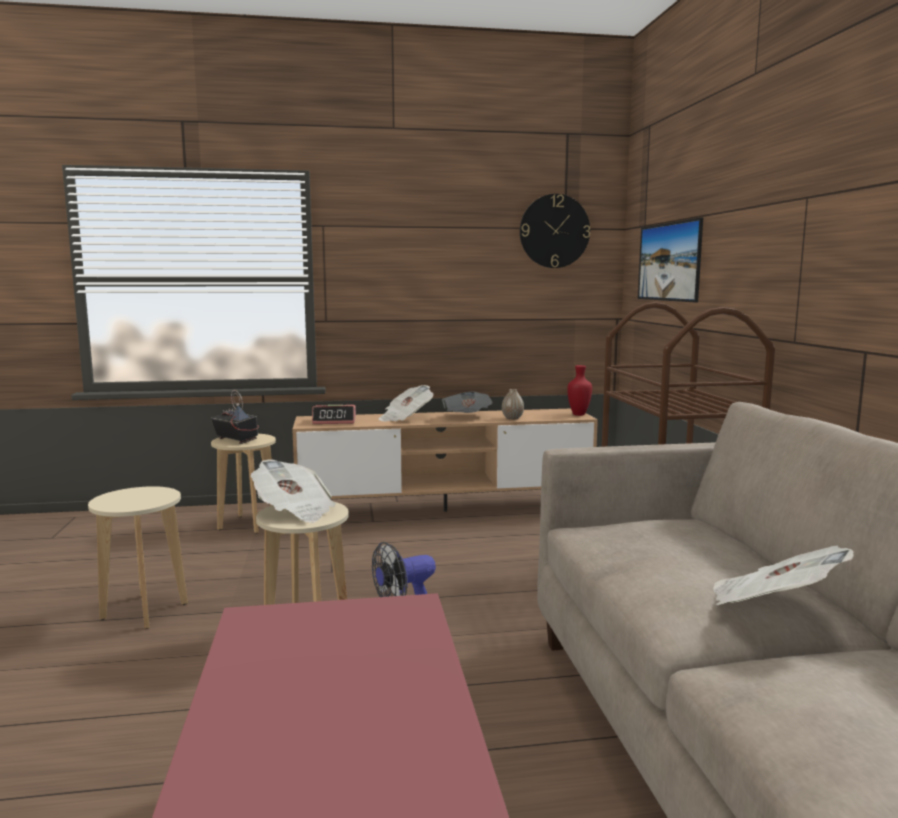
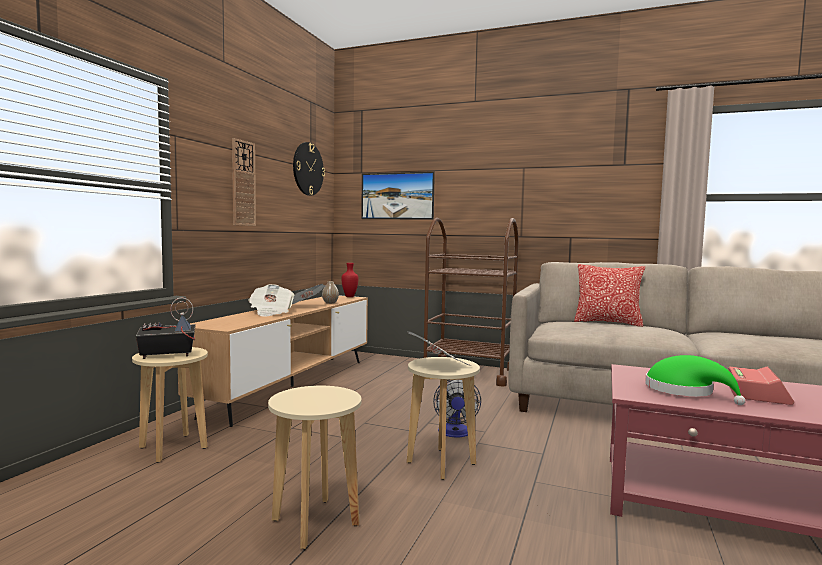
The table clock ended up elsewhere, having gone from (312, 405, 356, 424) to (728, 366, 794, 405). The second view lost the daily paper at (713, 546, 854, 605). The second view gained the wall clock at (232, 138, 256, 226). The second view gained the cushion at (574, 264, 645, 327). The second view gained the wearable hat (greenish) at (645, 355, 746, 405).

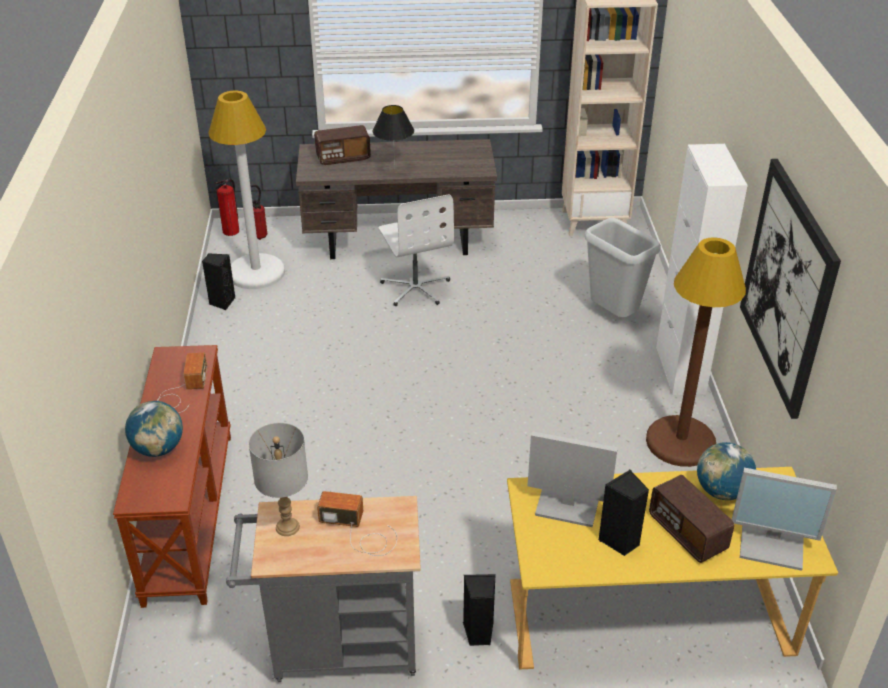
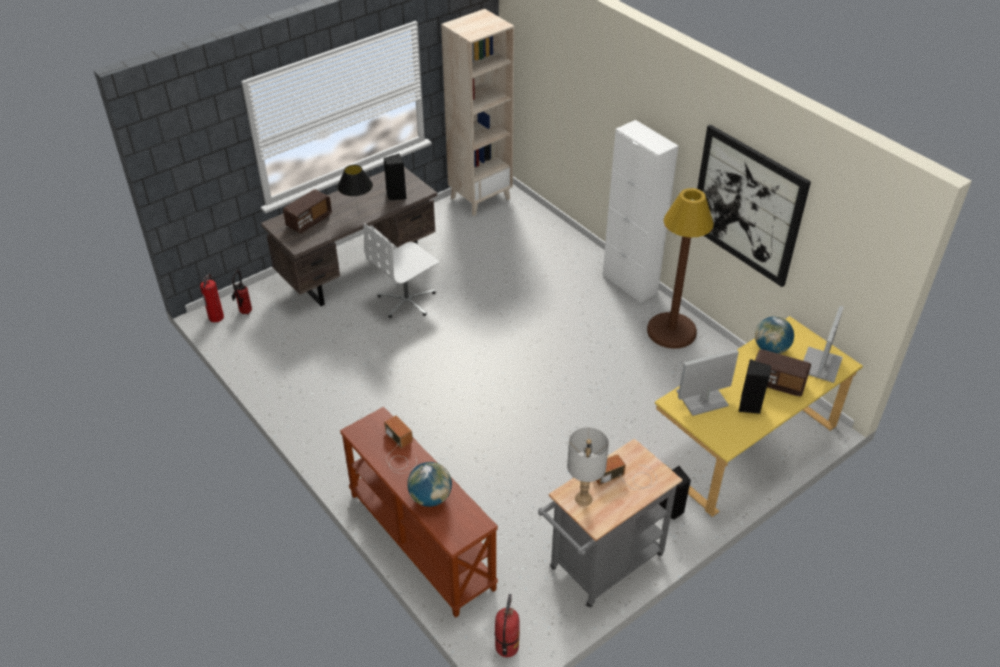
The second view lost the floor lamp (whitish) at (208, 91, 285, 289). The desk chair (whitish) at (378, 194, 454, 306) ended up facing another way, 105 degrees clockwise from before. The second view lost the trash can (gray) at (584, 218, 661, 318). The speaker (blackish) ended up elsewhere, having gone from (202, 253, 236, 310) to (383, 154, 406, 200). The monitor at (732, 468, 837, 571) ended up facing another way, 135 degrees clockwise from before. The second view gained the fire-fighting cylinder at (495, 594, 520, 657).

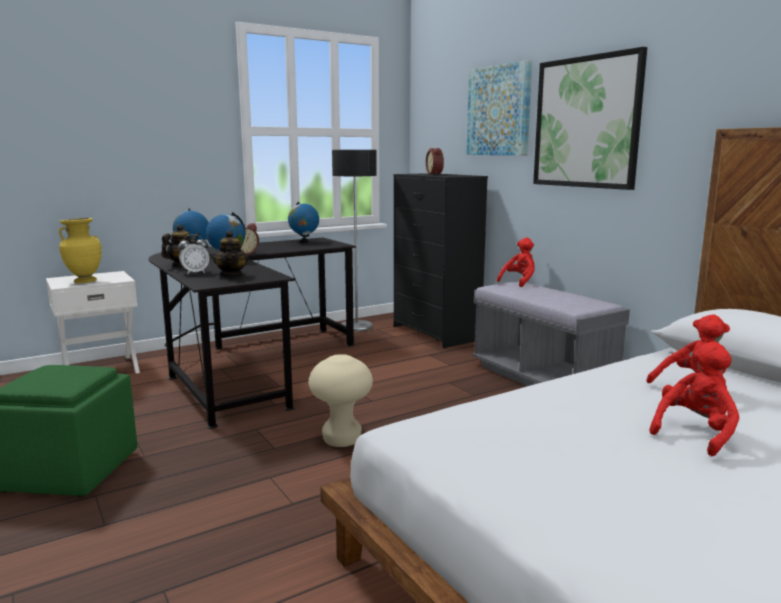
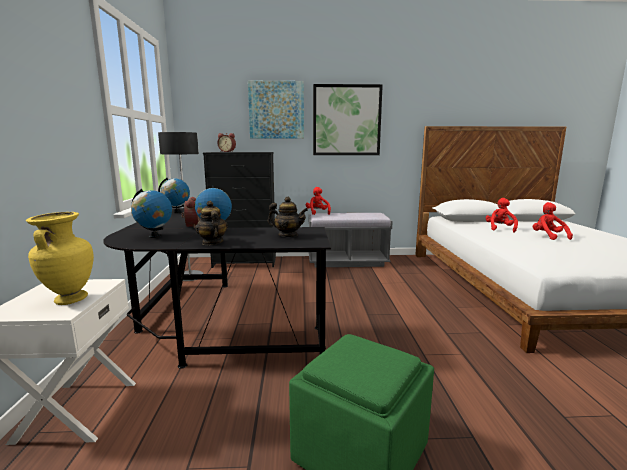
The second view lost the table clock at (178, 234, 209, 275). The second view lost the stool seat (sand-coloured) at (309, 354, 373, 447).

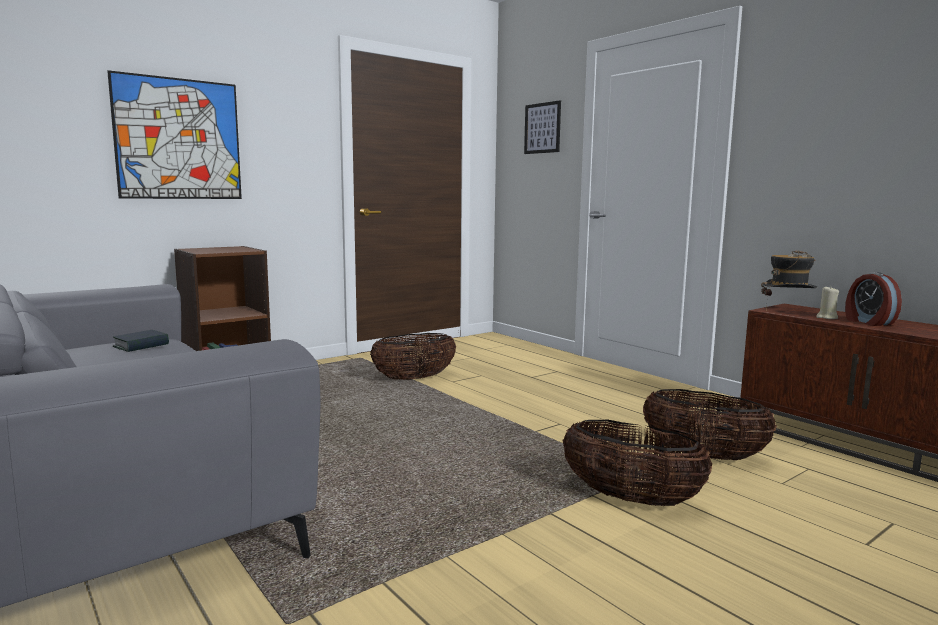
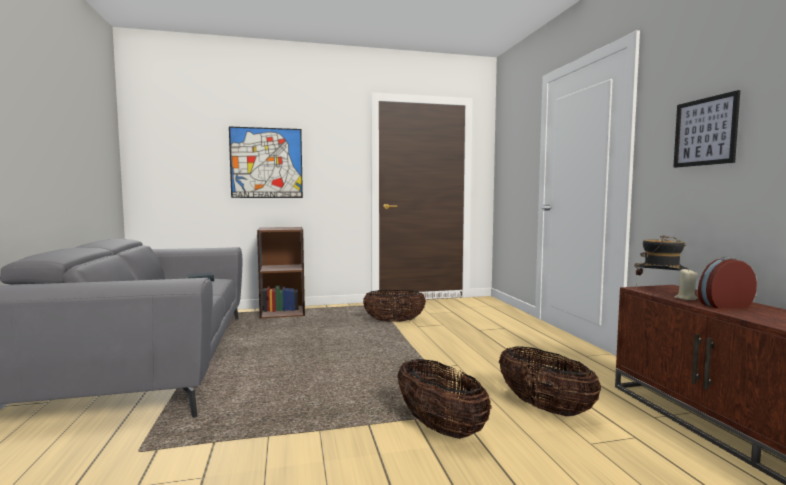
The wall picture ended up elsewhere, having gone from (524, 100, 561, 154) to (673, 90, 740, 168). The table clock at (845, 272, 902, 326) ended up facing another way, 75 degrees clockwise from before.

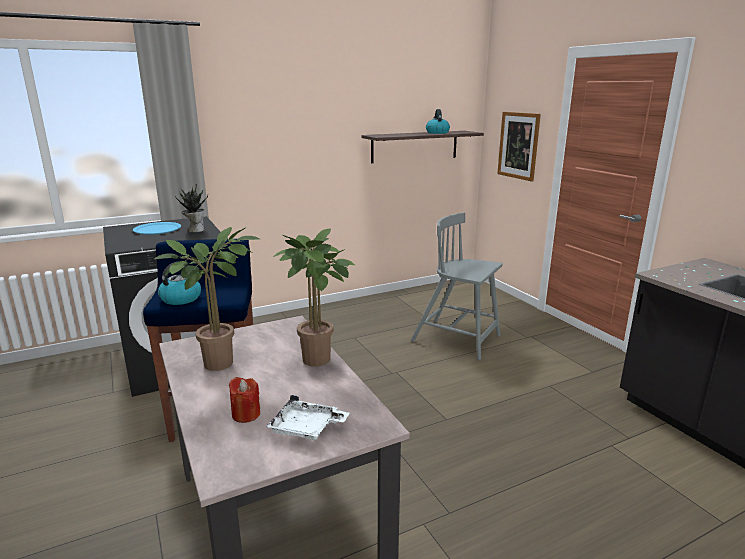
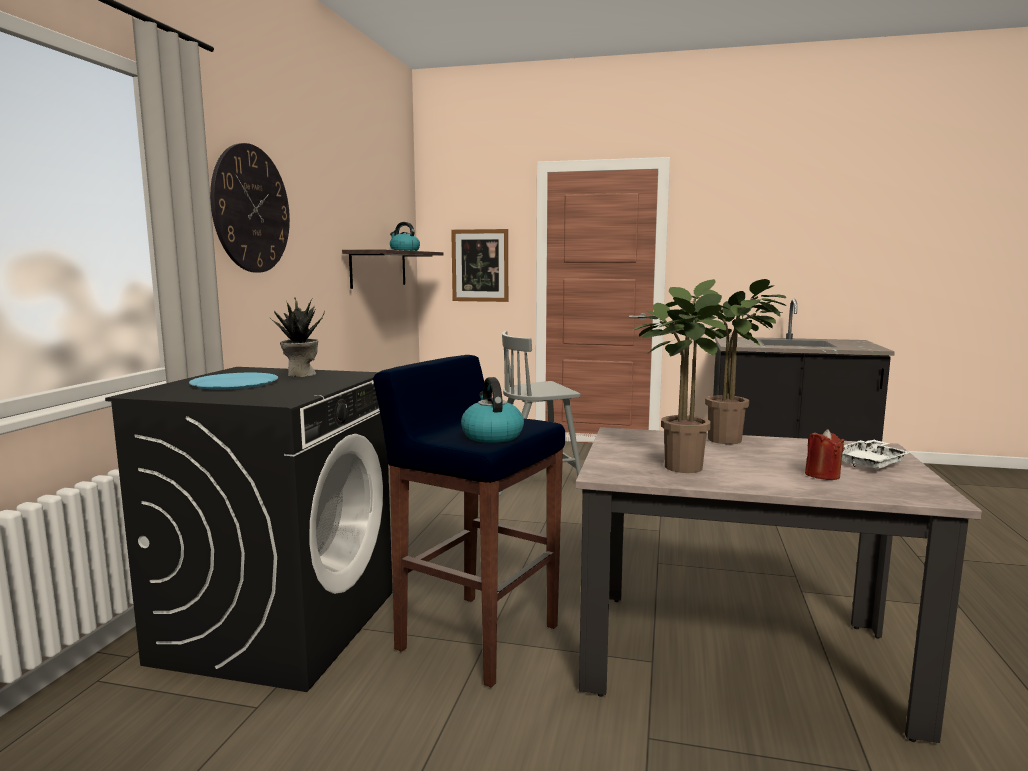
The second view gained the wall clock at (210, 143, 290, 273).

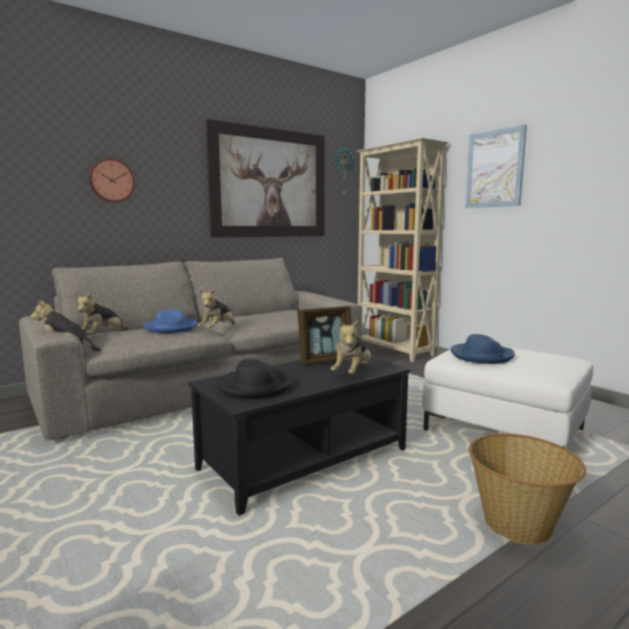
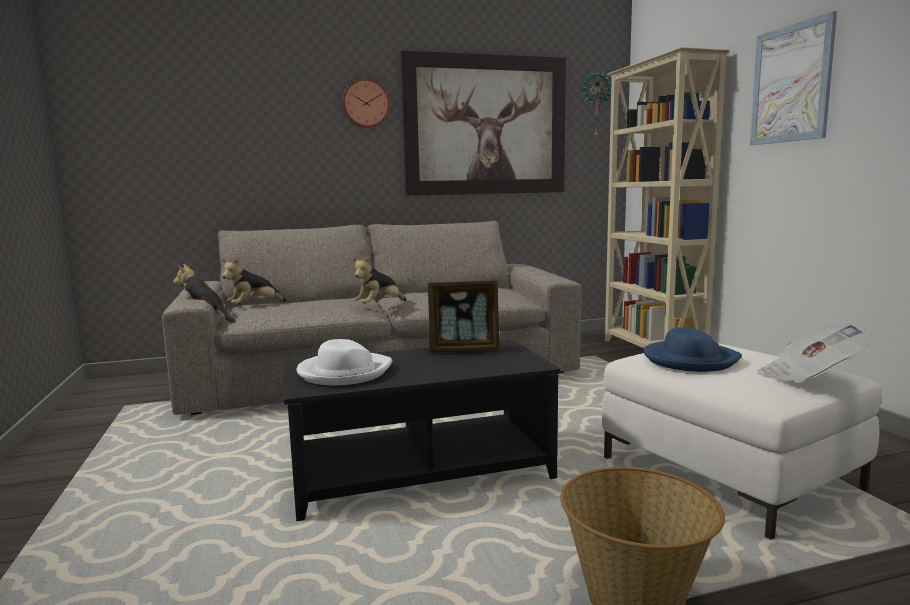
The wall clock ended up elsewhere, having gone from (89, 158, 135, 202) to (342, 78, 390, 128). The second view lost the wearable hat (blue) at (144, 309, 197, 333). The second view lost the soft toy at (331, 320, 371, 374). What was the wearable hat (blackish) at (217, 359, 293, 399) turned into the wearable hat (whitish) at (296, 339, 392, 385). The second view gained the daily paper at (757, 325, 869, 383).

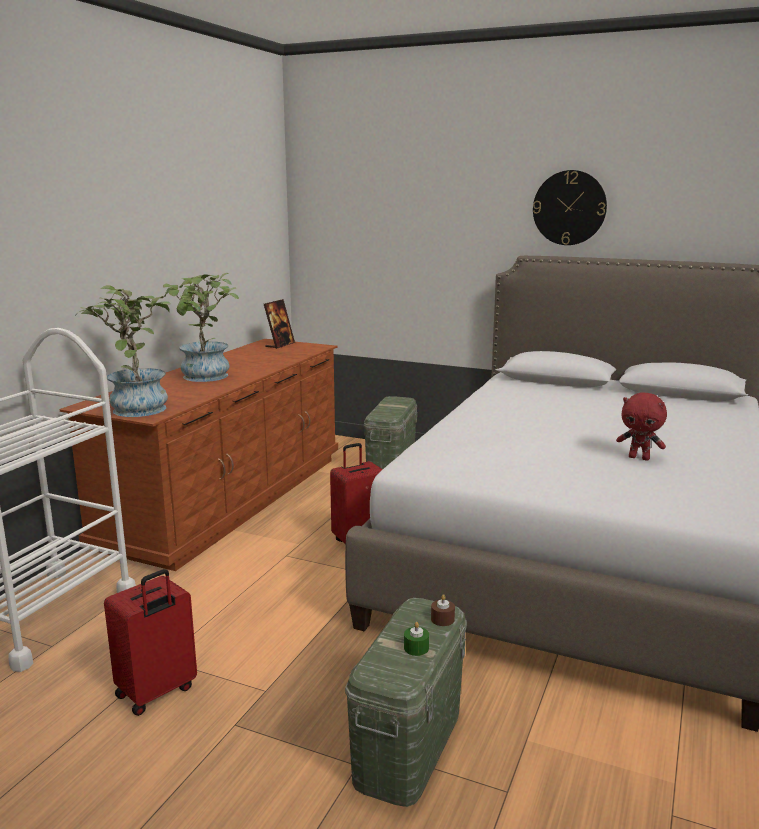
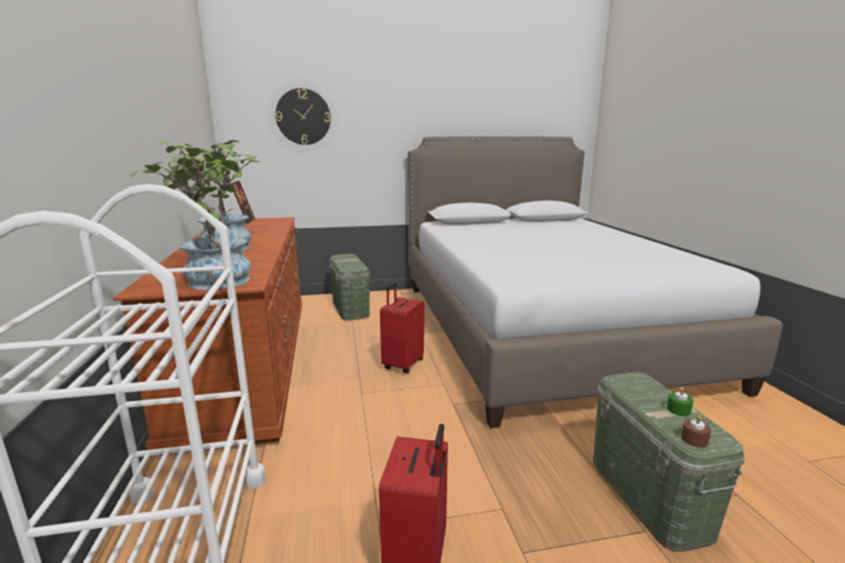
The wall clock ended up elsewhere, having gone from (533, 170, 607, 245) to (275, 88, 331, 145). The second view lost the soft toy (red-coloured) at (616, 392, 667, 460). The wax light (brownish) ended up elsewhere, having gone from (431, 594, 455, 626) to (681, 415, 711, 448).

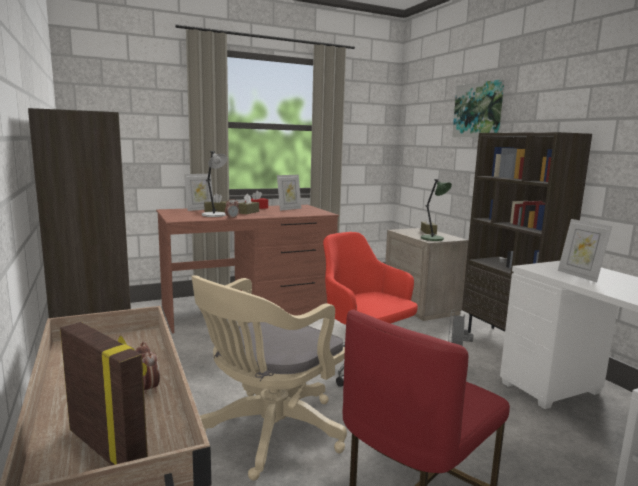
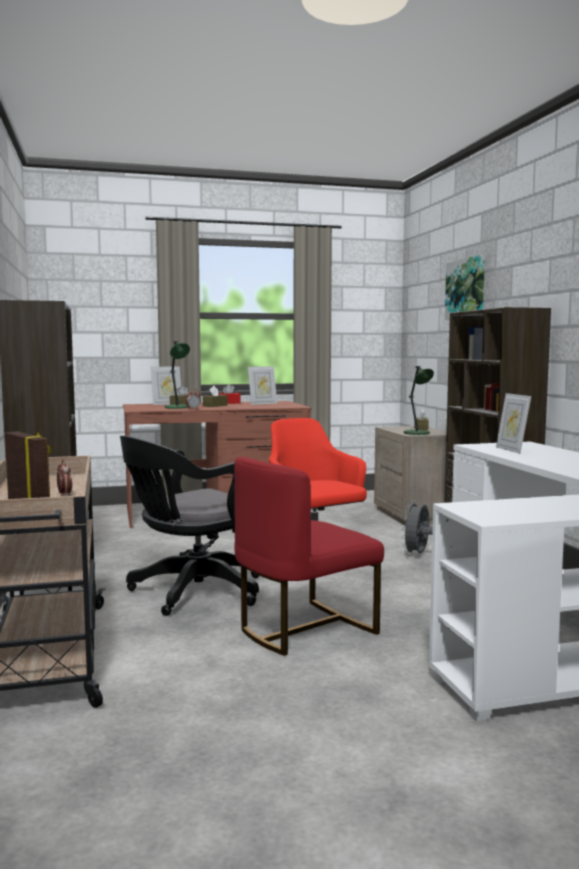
What was the lamp for a table (gray) at (202, 151, 227, 217) turned into the lamp for a table (greenish) at (164, 341, 190, 409). What was the desk chair (sand-coloured) at (191, 276, 347, 481) turned into the desk chair (blackish) at (120, 436, 259, 616).

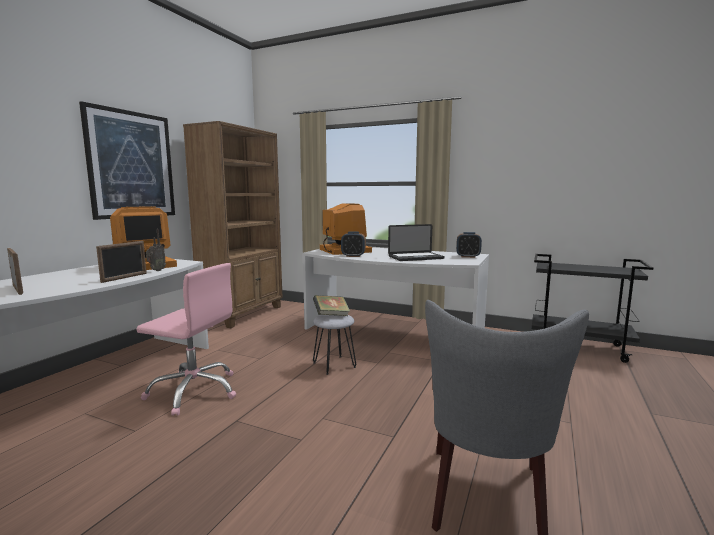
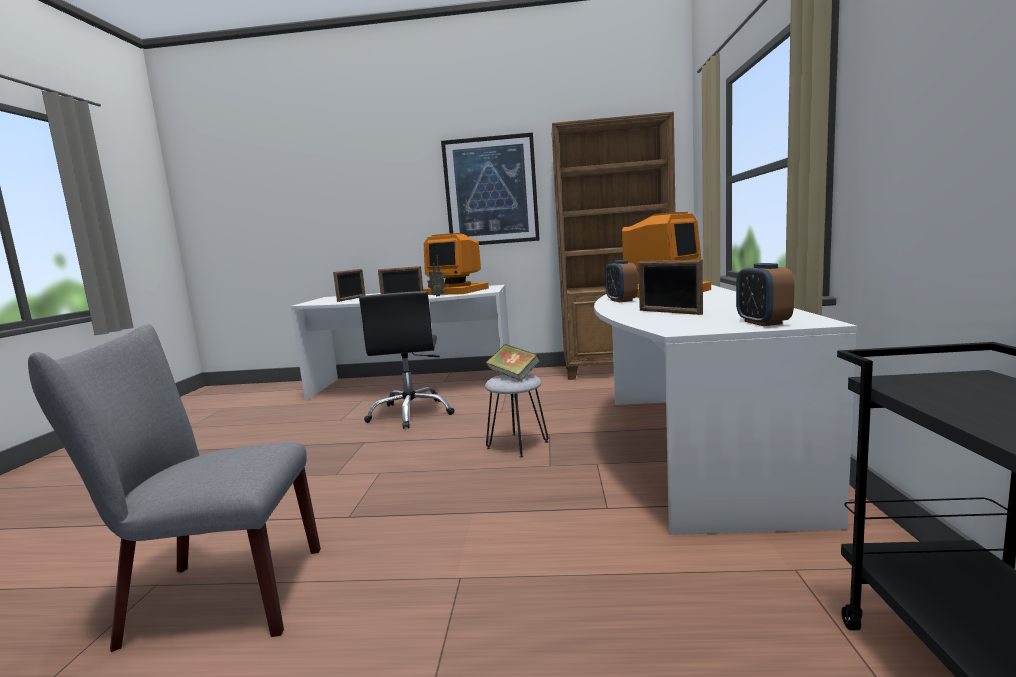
Where the notebook computer stood at (388, 224, 445, 261), the standing frame came to stand at (638, 260, 703, 315). What was the desk chair (pinkish) at (136, 263, 236, 416) turned into the desk chair (blackish) at (359, 291, 455, 429).

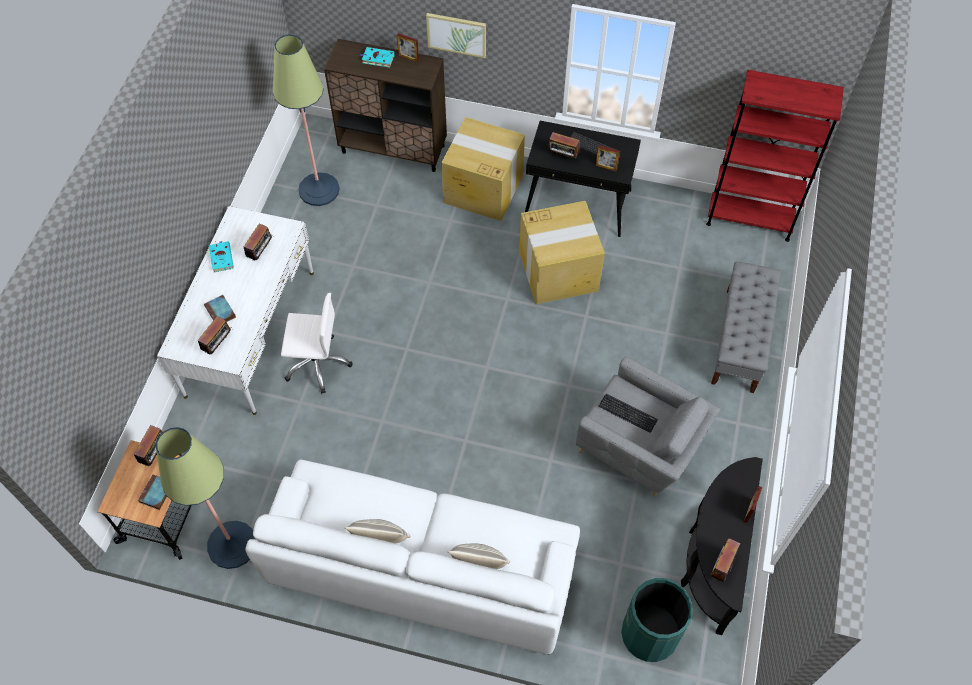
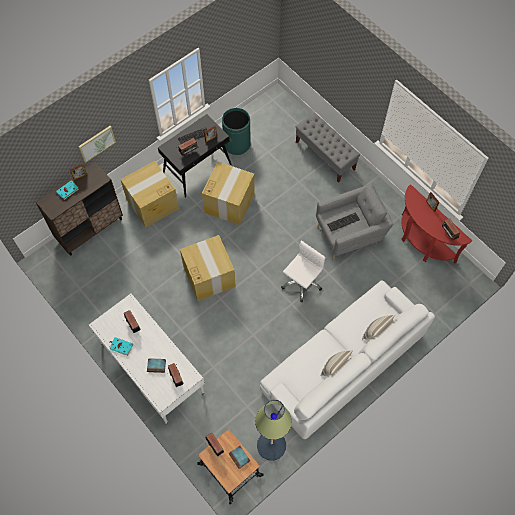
The second view lost the floor lamp at (273, 35, 340, 206). The second view lost the shelving unit (red-coloured) at (706, 70, 844, 242). The desk chair (whitish) ended up elsewhere, having gone from (281, 293, 352, 394) to (281, 241, 325, 302). What was the hall table (blackish) at (681, 457, 763, 635) turned into the hall table (red-coloured) at (401, 184, 472, 264). The trash can (greenish) ended up elsewhere, having gone from (621, 578, 693, 662) to (222, 108, 251, 155). The second view gained the packing box at (180, 235, 236, 301).

